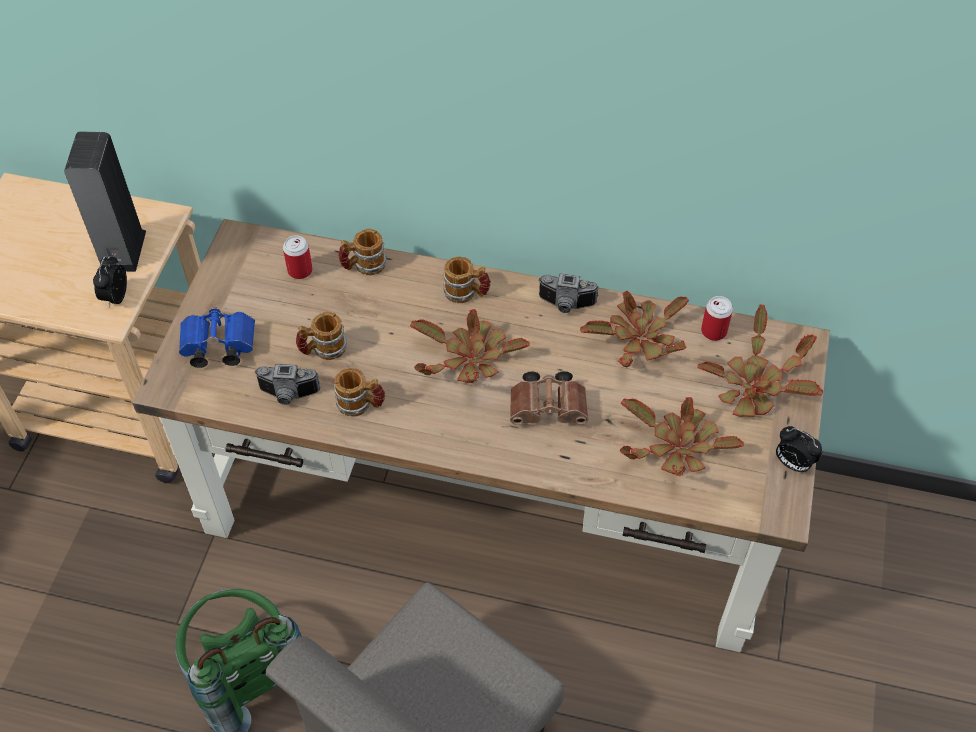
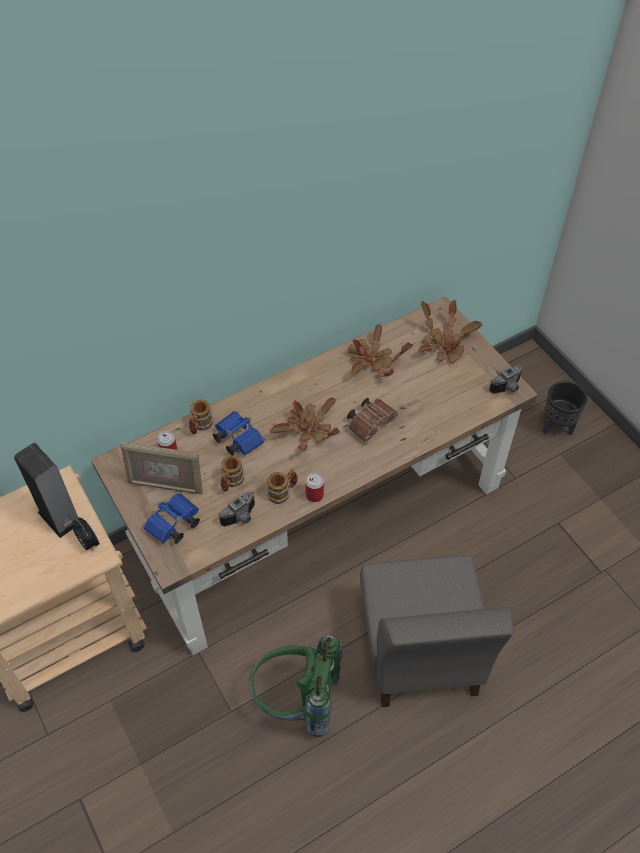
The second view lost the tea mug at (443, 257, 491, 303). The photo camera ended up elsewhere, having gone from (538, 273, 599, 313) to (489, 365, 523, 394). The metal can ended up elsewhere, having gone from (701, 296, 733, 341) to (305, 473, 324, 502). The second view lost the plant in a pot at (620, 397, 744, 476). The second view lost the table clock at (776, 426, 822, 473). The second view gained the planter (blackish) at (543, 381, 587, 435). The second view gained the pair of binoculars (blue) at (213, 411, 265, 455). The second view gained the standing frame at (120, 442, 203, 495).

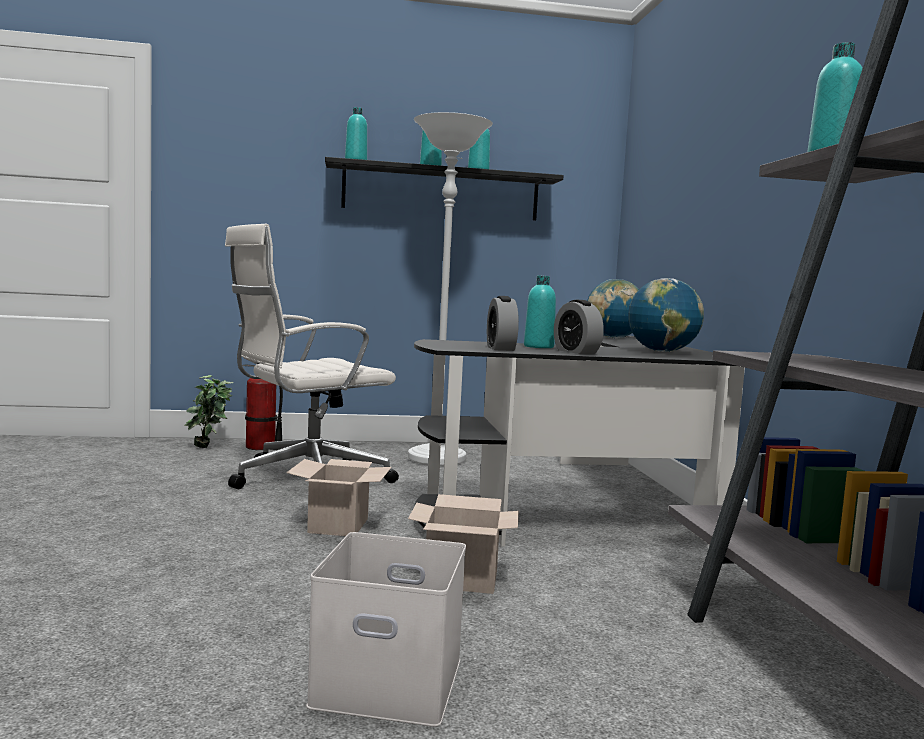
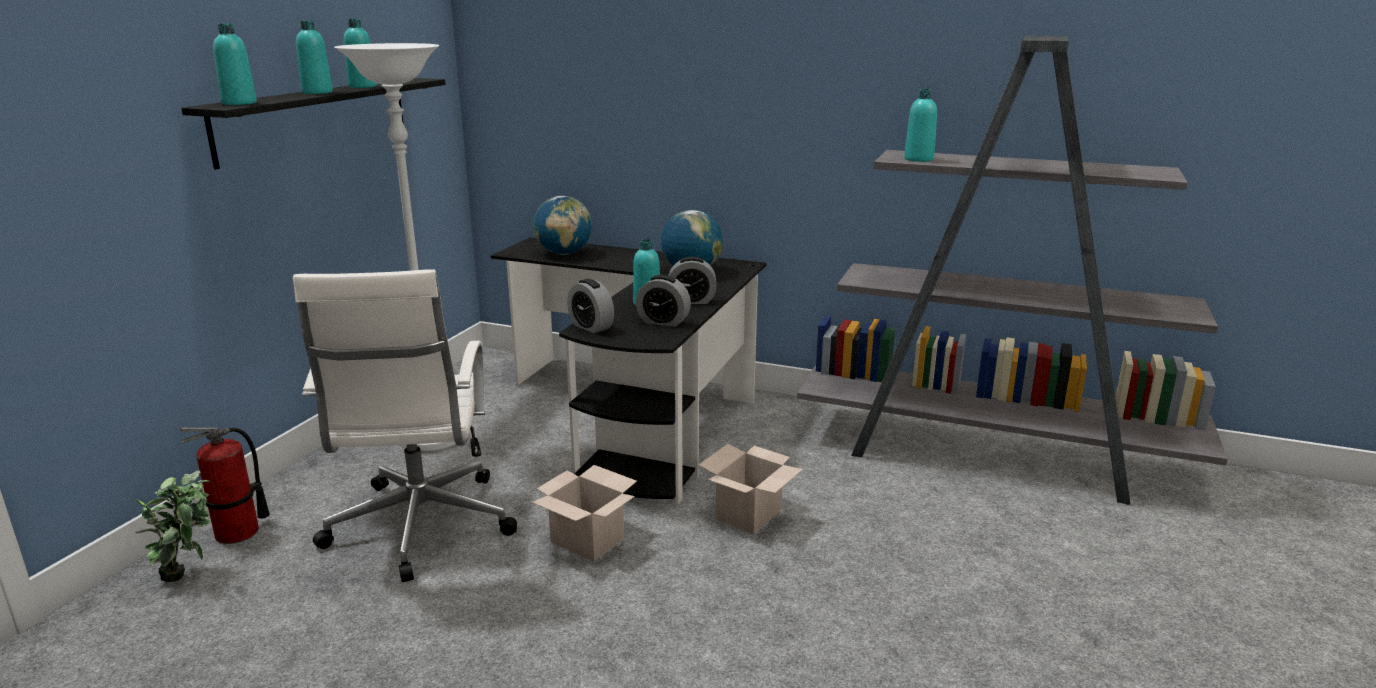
The second view lost the storage container (whitish) at (306, 532, 466, 727). The second view gained the table clock at (567, 279, 614, 333).

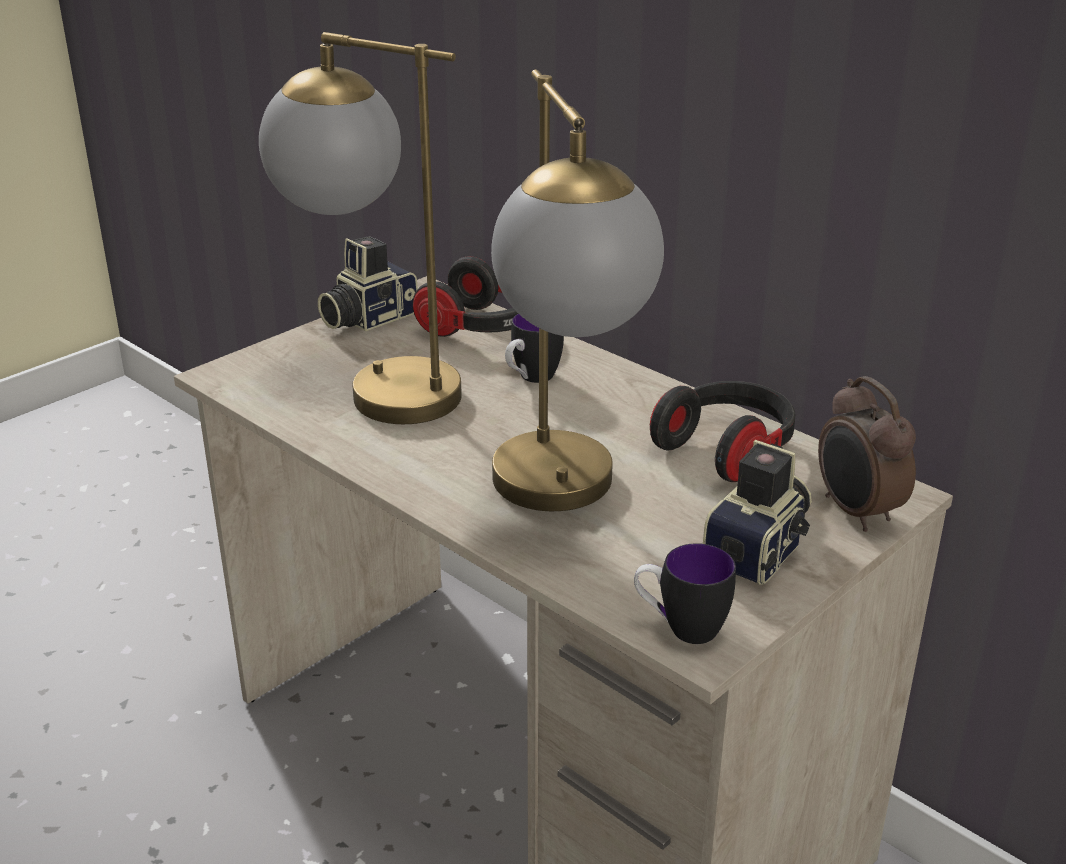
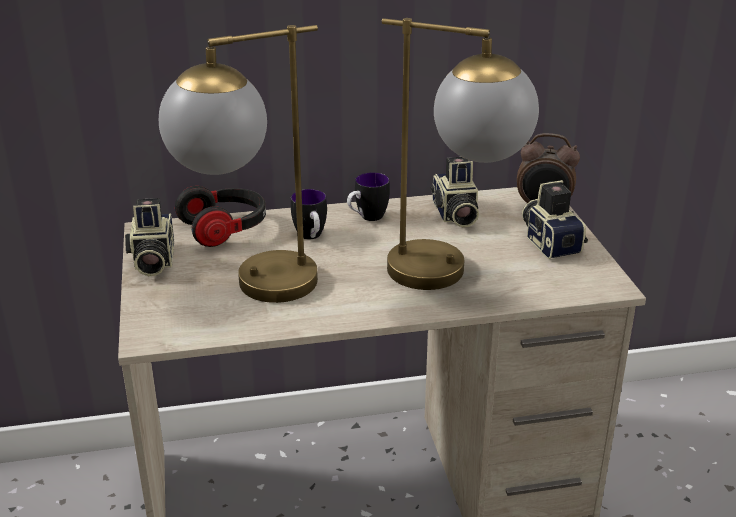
Where the headset stood at (650, 381, 795, 482), the photo camera came to stand at (430, 157, 479, 228). The tea mug ended up elsewhere, having gone from (634, 543, 736, 644) to (347, 172, 390, 221).

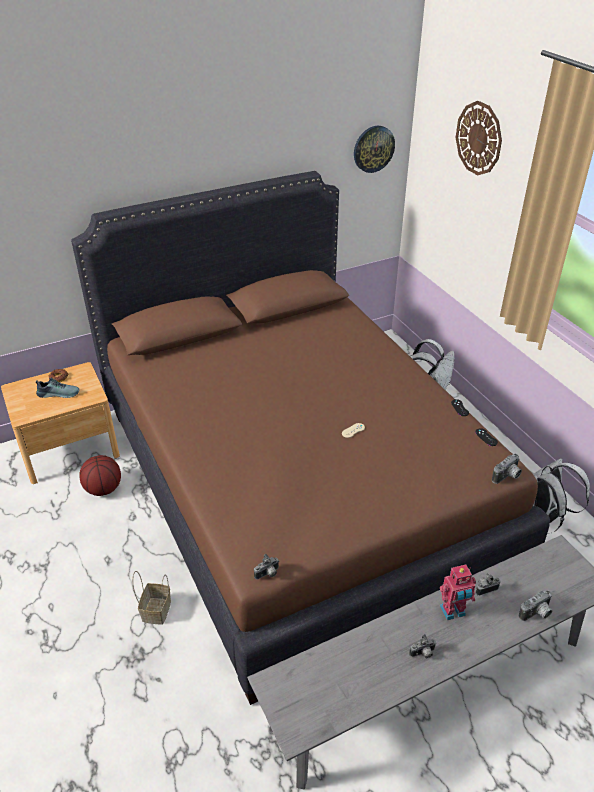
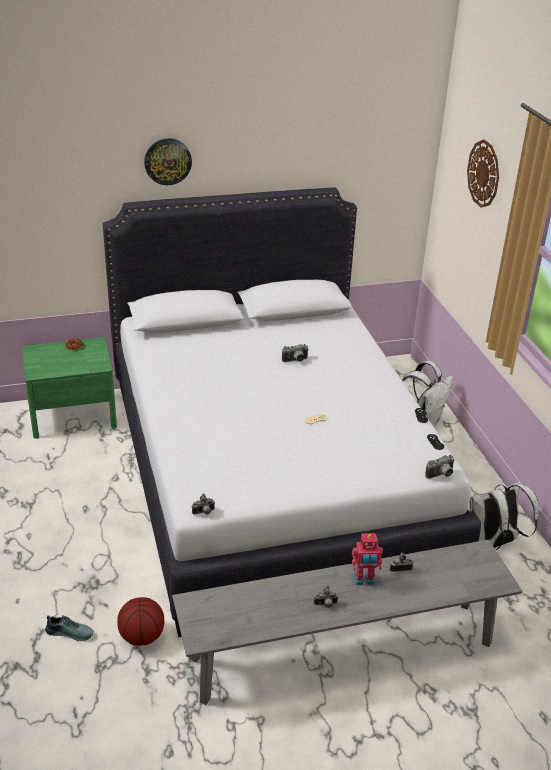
The wall clock ended up elsewhere, having gone from (354, 126, 395, 173) to (144, 138, 192, 185). What was the sleeping bed (brownish) at (71, 171, 550, 705) turned into the sleeping bed (whitish) at (103, 187, 481, 637). What was the nightstand (brownish) at (1, 362, 120, 484) turned into the nightstand (greenish) at (22, 337, 117, 439). The low shoe ended up elsewhere, having gone from (36, 378, 80, 398) to (45, 615, 94, 641). The basketball ended up elsewhere, having gone from (79, 455, 121, 496) to (117, 597, 164, 646). The second view lost the household basket at (132, 571, 171, 625). The photo camera ended up elsewhere, having gone from (518, 590, 552, 621) to (282, 344, 309, 362).

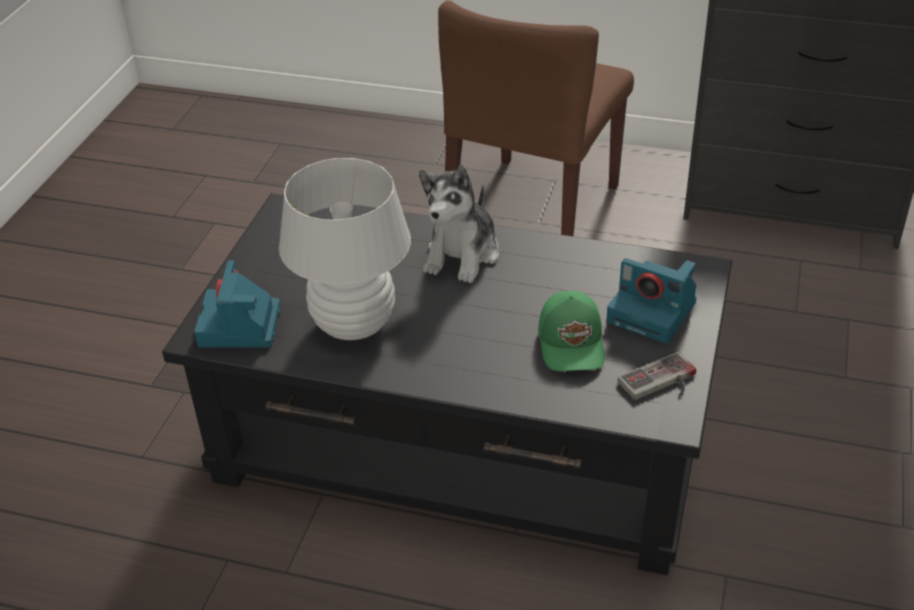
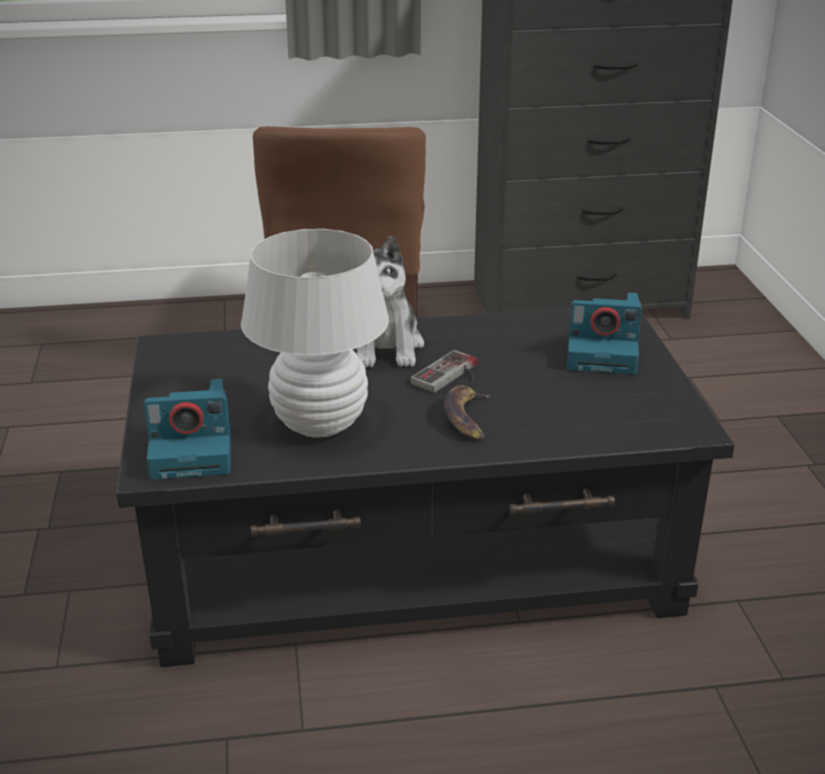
The photo camera at (194, 261, 281, 348) ended up facing another way, 75 degrees counterclockwise from before. The second view lost the peaked cap (greenish) at (538, 291, 605, 371). The gamepad ended up elsewhere, having gone from (618, 352, 696, 400) to (410, 350, 477, 393). The second view gained the whole banana at (444, 385, 491, 440).

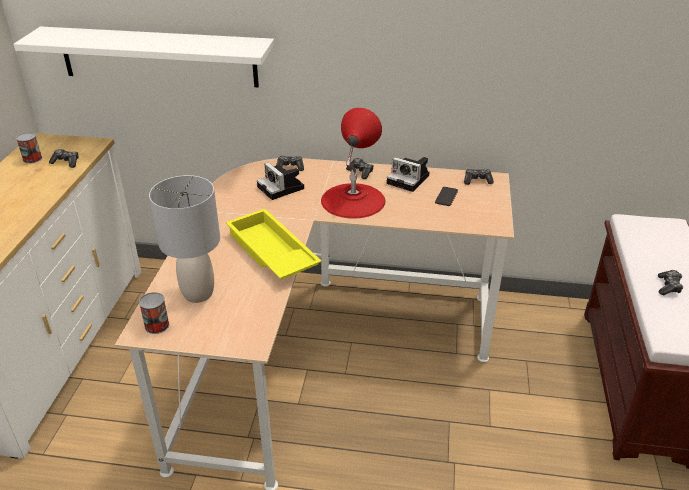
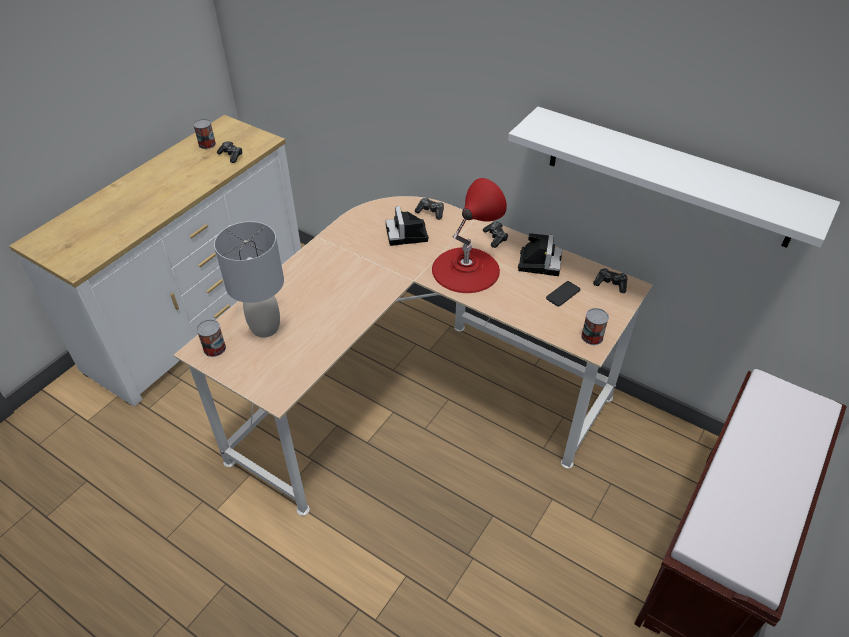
The wall shelf (whitish) ended up elsewhere, having gone from (14, 26, 274, 87) to (508, 107, 840, 248). The photo camera at (387, 157, 429, 192) ended up facing another way, 135 degrees counterclockwise from before. The second view lost the carrying tray (yellowish) at (226, 209, 322, 280). The second view lost the gamepad at (658, 270, 683, 295). The second view gained the metal can at (581, 308, 609, 345).

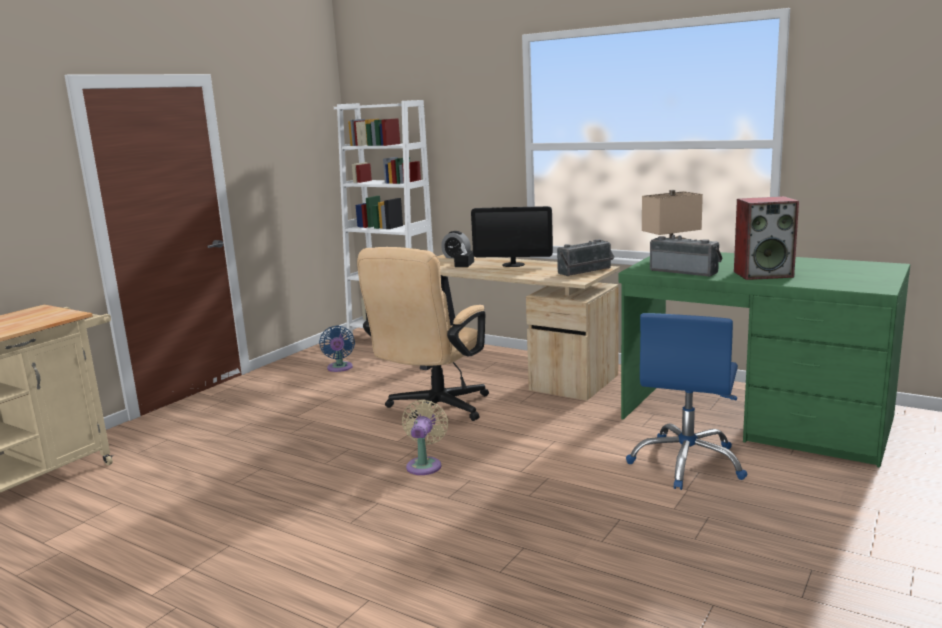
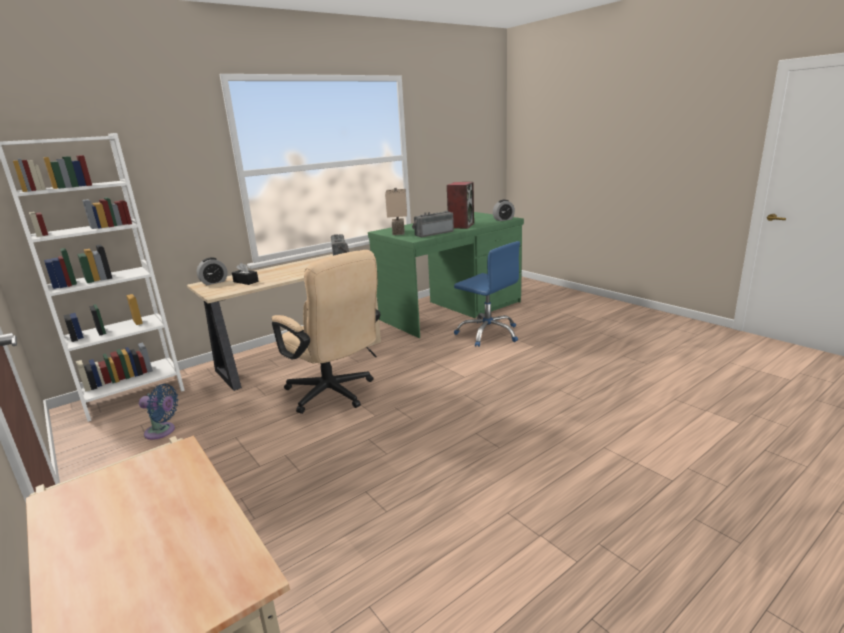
The second view lost the monitor at (471, 206, 553, 267). The second view lost the electric fan (sand-coloured) at (402, 400, 448, 475). The second view gained the table clock at (493, 200, 515, 221).

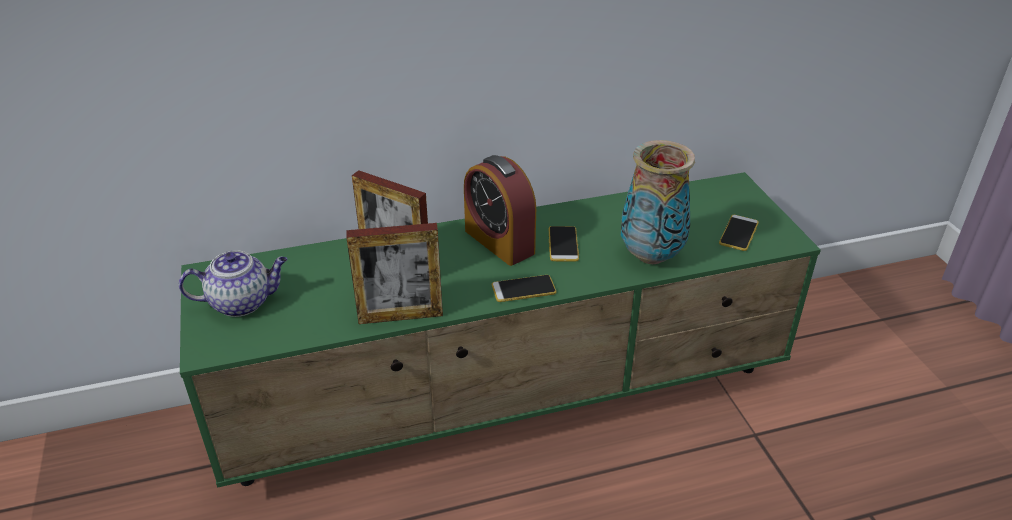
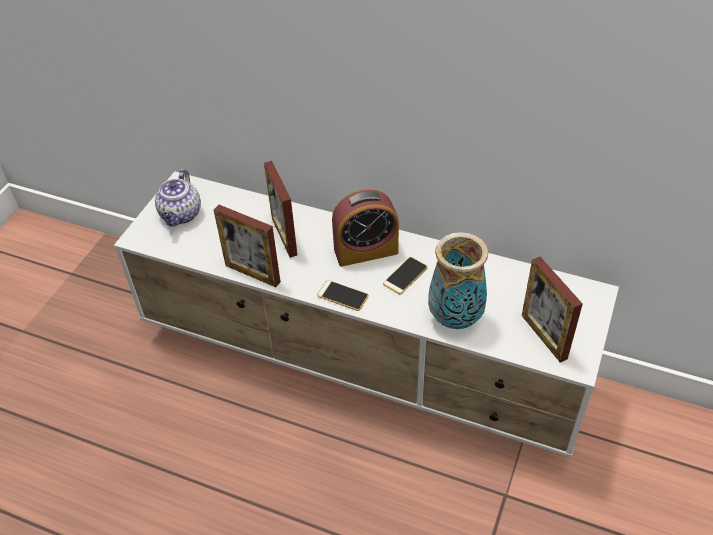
The table clock at (464, 155, 536, 266) ended up facing another way, 105 degrees counterclockwise from before. What was the tv unit (greenish) at (180, 172, 821, 488) turned into the tv unit (whitish) at (114, 171, 619, 458). Where the telephone stood at (719, 215, 759, 251), the standing frame came to stand at (522, 257, 583, 362). The tea pot at (179, 250, 288, 317) ended up facing another way, 75 degrees clockwise from before.

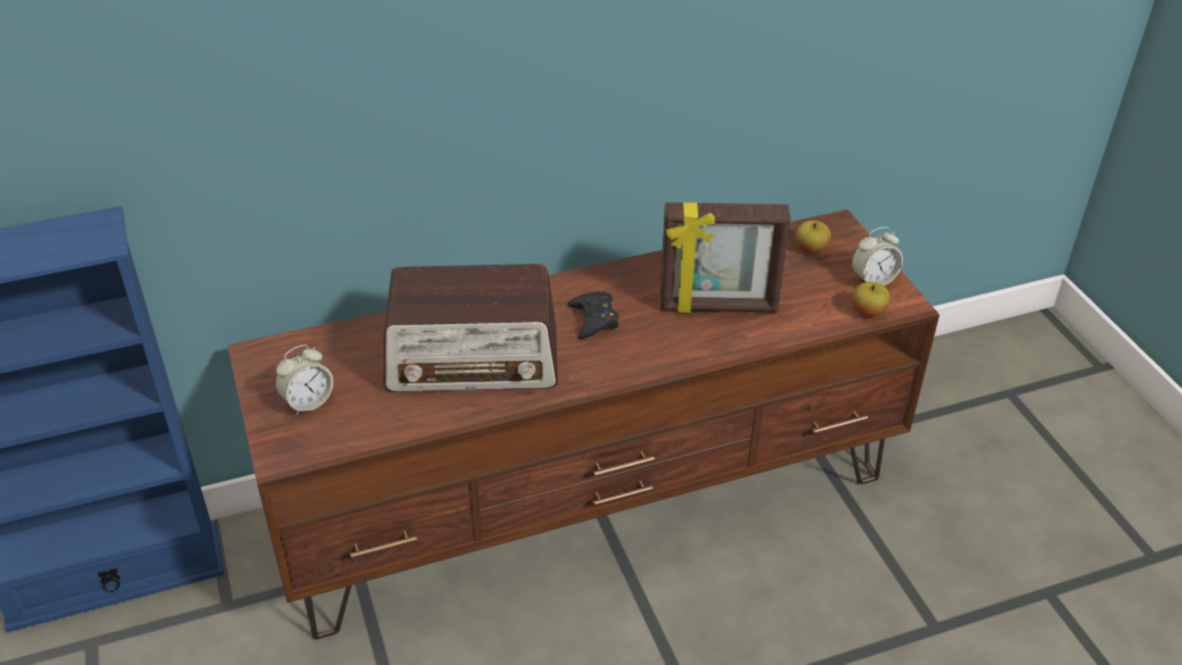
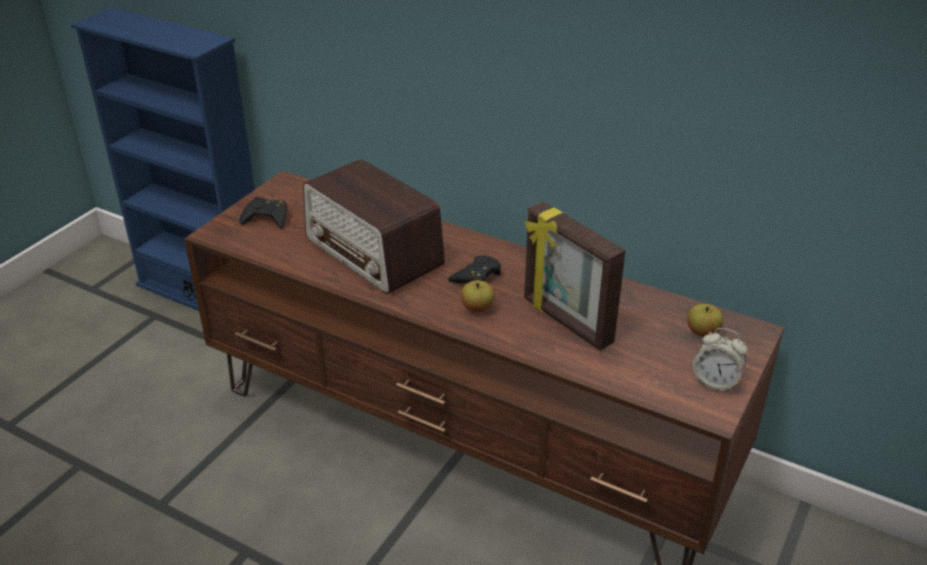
The apple fruit ended up elsewhere, having gone from (852, 282, 890, 317) to (461, 280, 495, 312). Where the table clock stood at (275, 345, 334, 415), the gamepad (blackish) came to stand at (239, 197, 287, 229).

